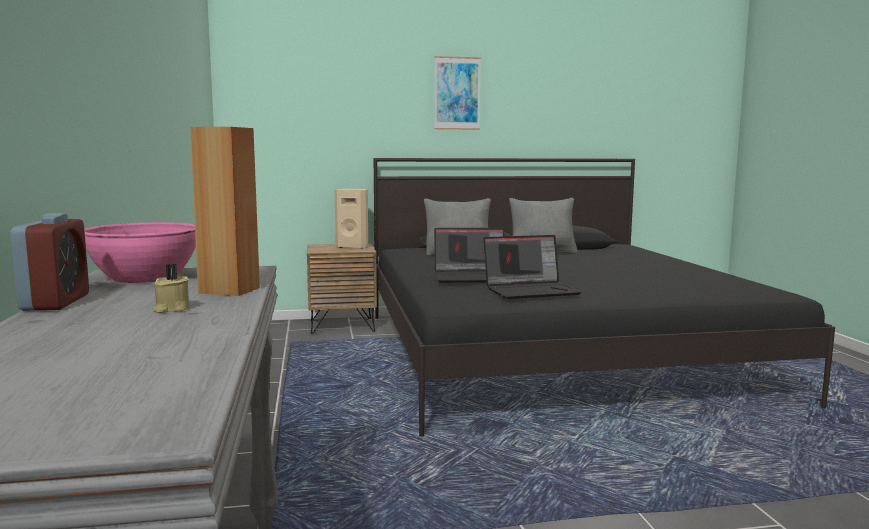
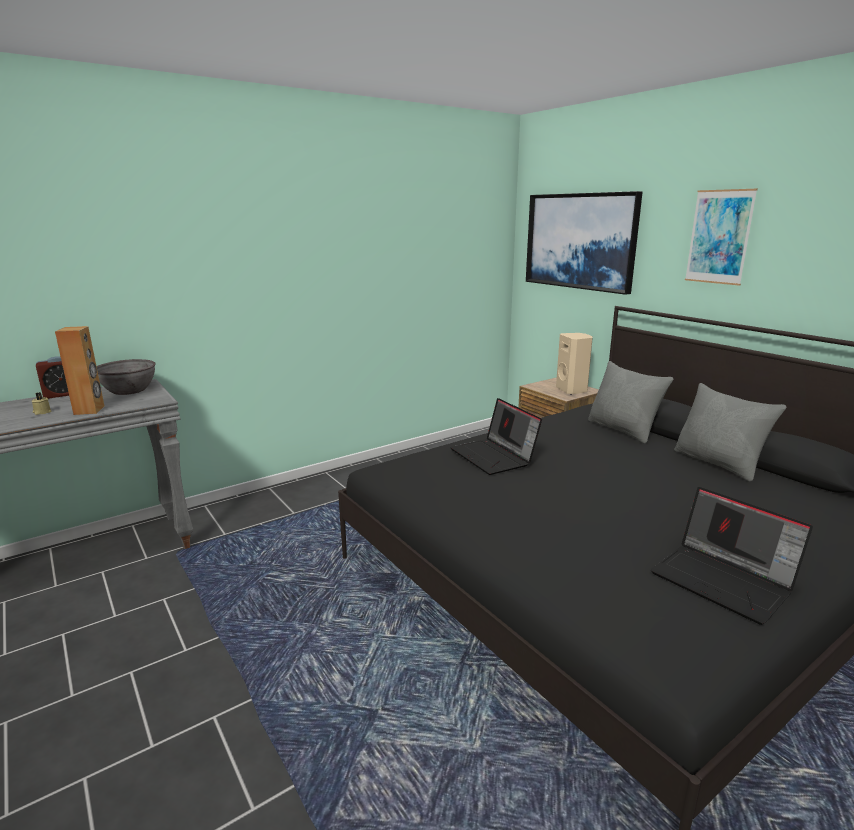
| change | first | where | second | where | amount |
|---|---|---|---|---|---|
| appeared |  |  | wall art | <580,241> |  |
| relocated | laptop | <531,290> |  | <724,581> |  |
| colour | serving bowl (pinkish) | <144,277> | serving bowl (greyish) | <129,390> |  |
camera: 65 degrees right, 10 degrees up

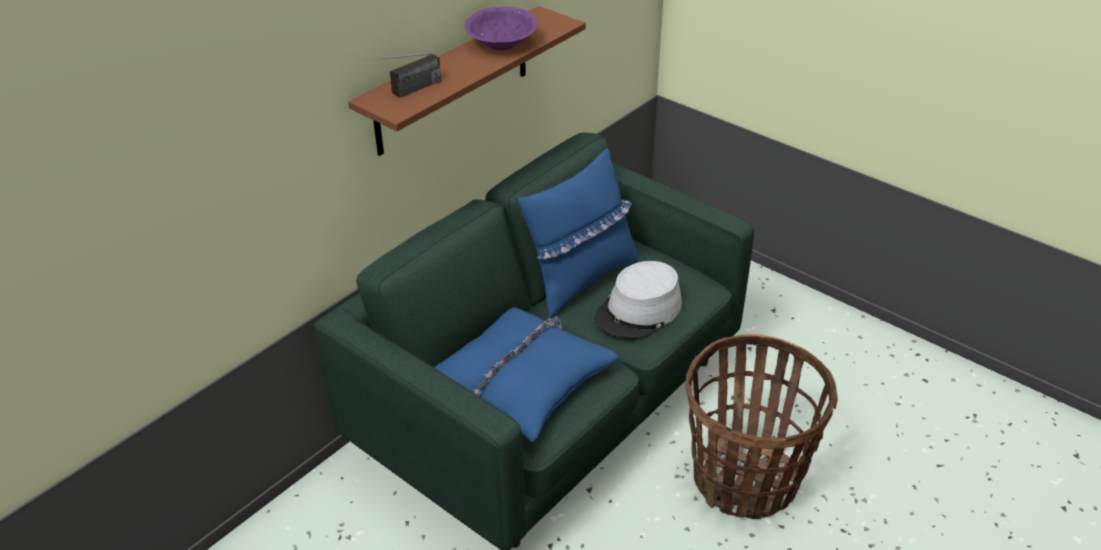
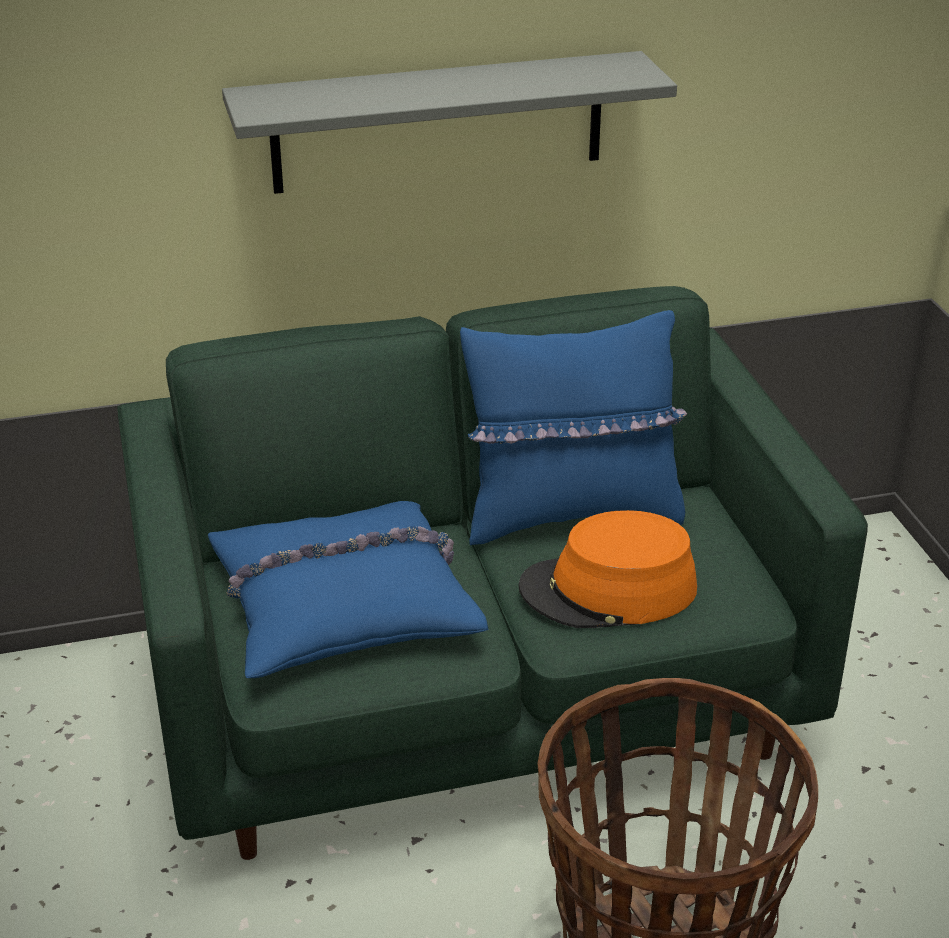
| change | first | where | second | where | amount |
|---|---|---|---|---|---|
| missing | radio receiver | <406,92> |  |  |  |
| missing | serving bowl (purple) | <502,43> |  |  |  |
| colour | wall shelf (brown-coloured) | <453,81> | wall shelf (greyish) | <438,122> |  |
| colour | clothing hat (greyish) | <638,311> | clothing hat (orange-coloured) | <608,590> |  |
camera: 35 degrees right, 5 degrees down

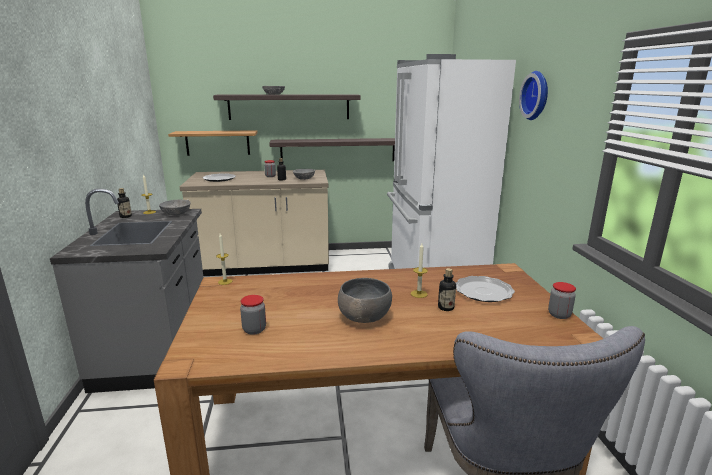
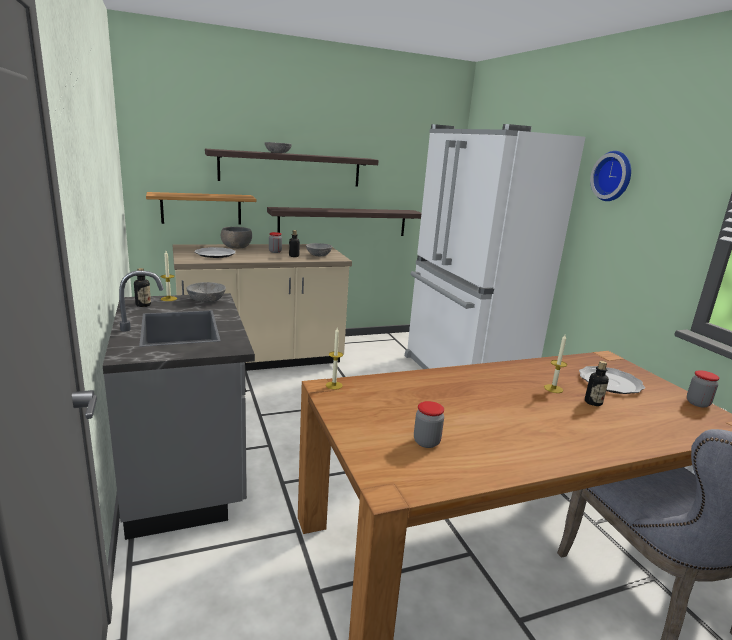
| change | first | where | second | where | amount |
|---|---|---|---|---|---|
| relocated | serving bowl (greyish) | <364,317> |  | <236,247> |  |
camera: 15 degrees left, 0 degrees up

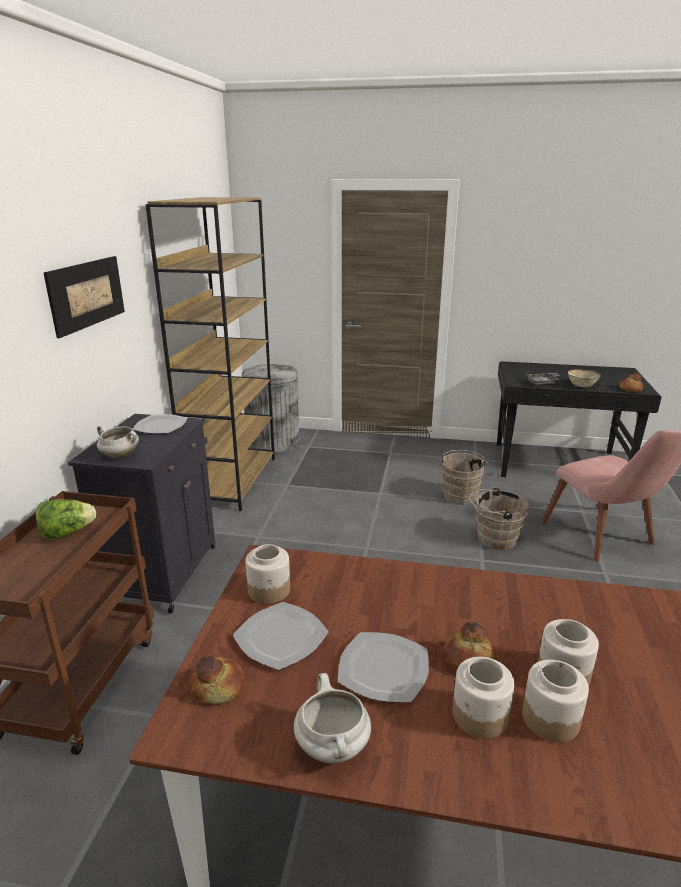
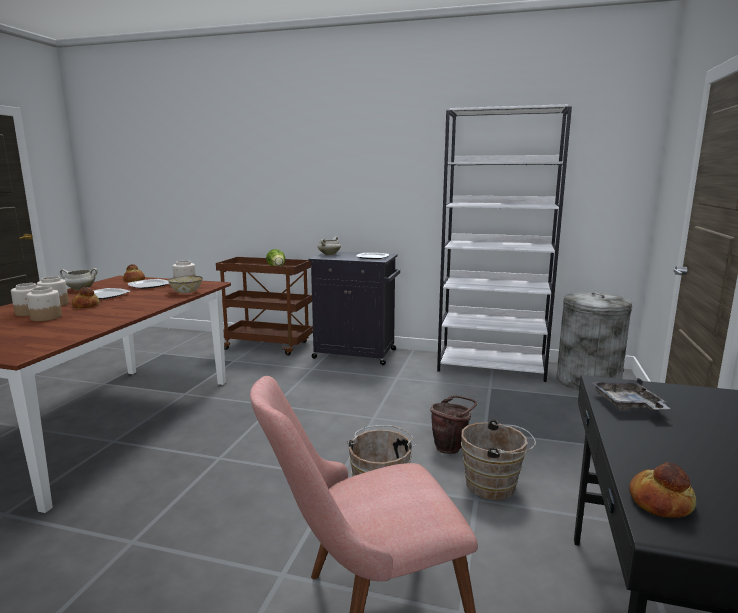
| change | first | where | second | where | amount |
|---|---|---|---|---|---|
| missing | wall art | <87,294> |  |  |  |
| appeared |  |  | water bucket (brown-coloured) | <451,448> |  |
| relocated | serving bowl | <582,385> |  | <186,292> |  |
| colour | bookshelf (brown-coloured) | <232,480> | bookshelf (white) | <492,367> |  |
camera: 95 degrees right, 10 degrees down

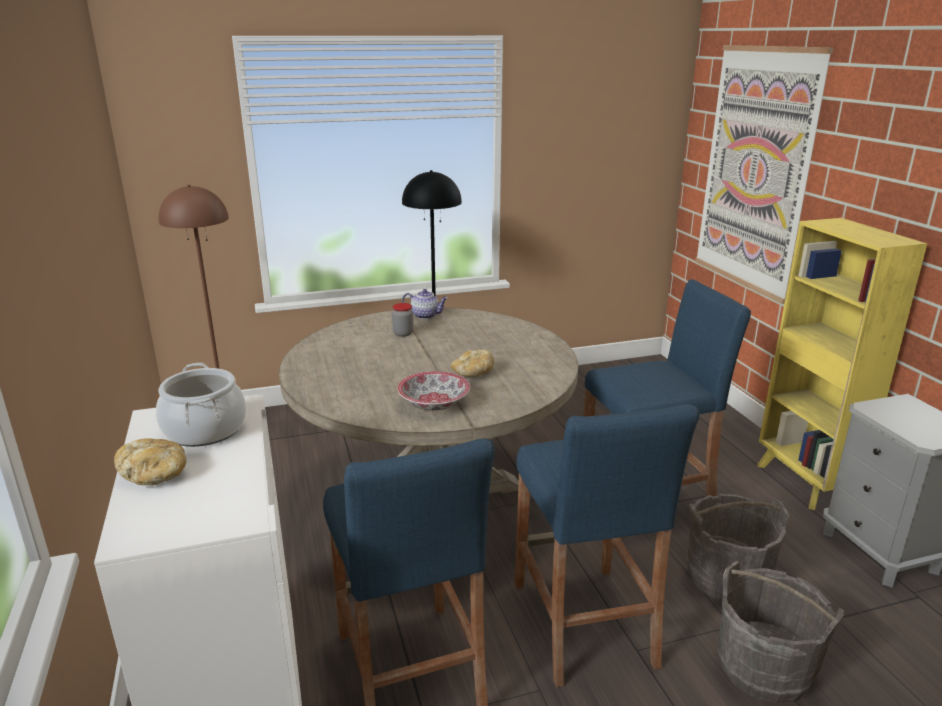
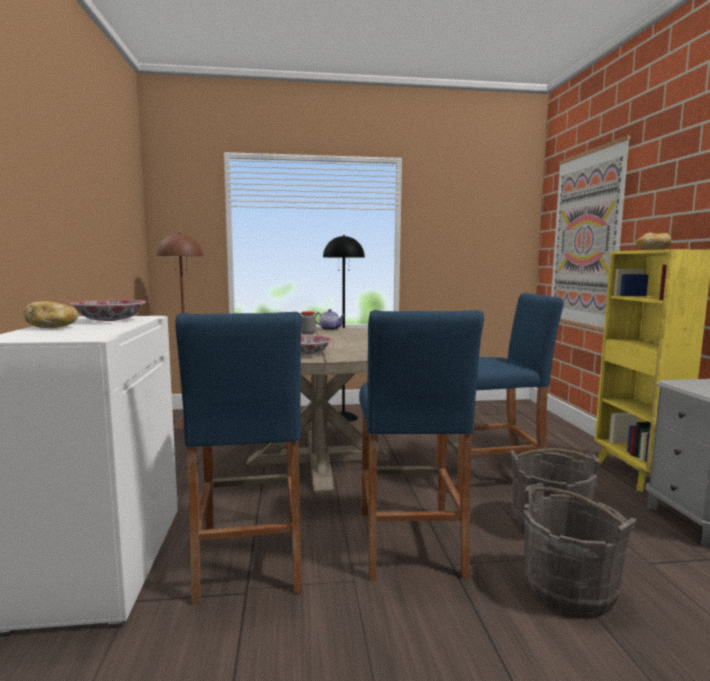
| change | first | where | second | where | amount |
|---|---|---|---|---|---|
| relocated | bakery bread | <473,374> |  | <653,250> |  |
| exchanged | stockpot | <204,430> | serving bowl | <109,320> |  |
camera: 10 degrees right, 15 degrees down

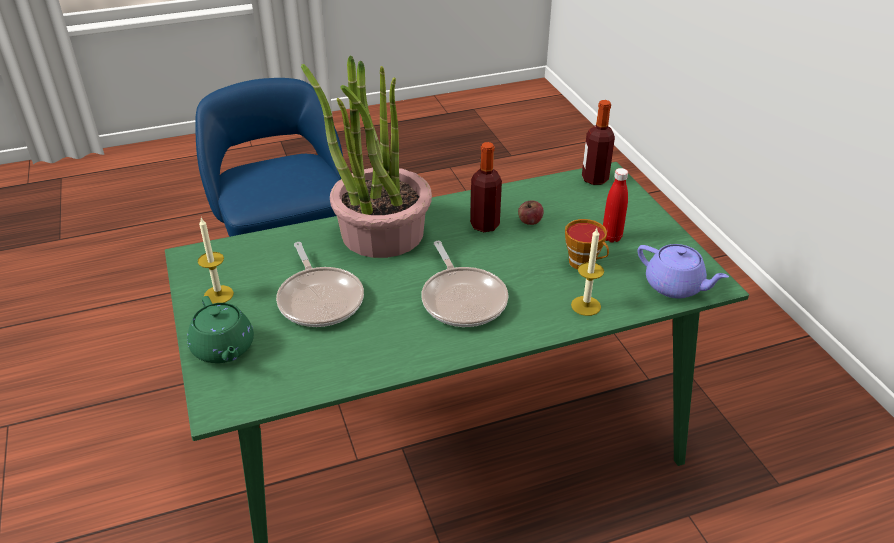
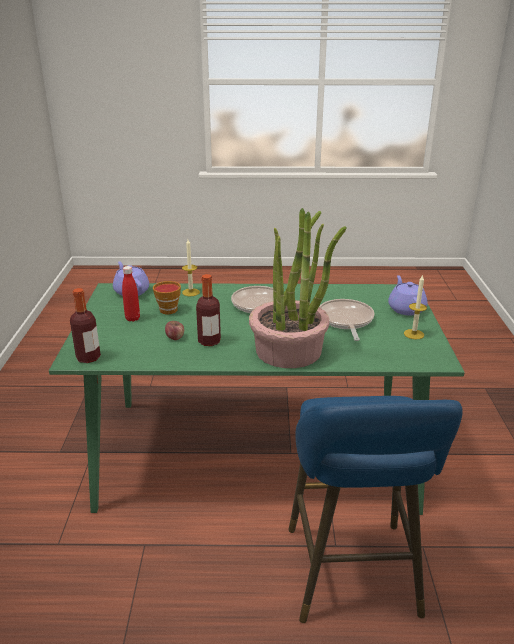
| change | first | where | second | where | amount |
|---|---|---|---|---|---|
| colour | tea pot (green) | <223,349> | tea pot (purple) | <406,309> |  |
camera: 160 degrees left, 10 degrees down

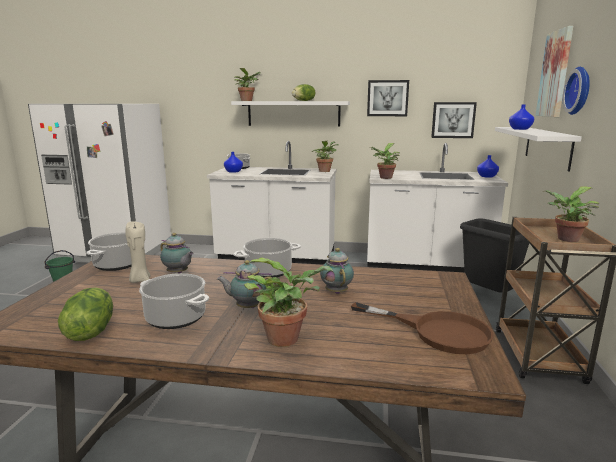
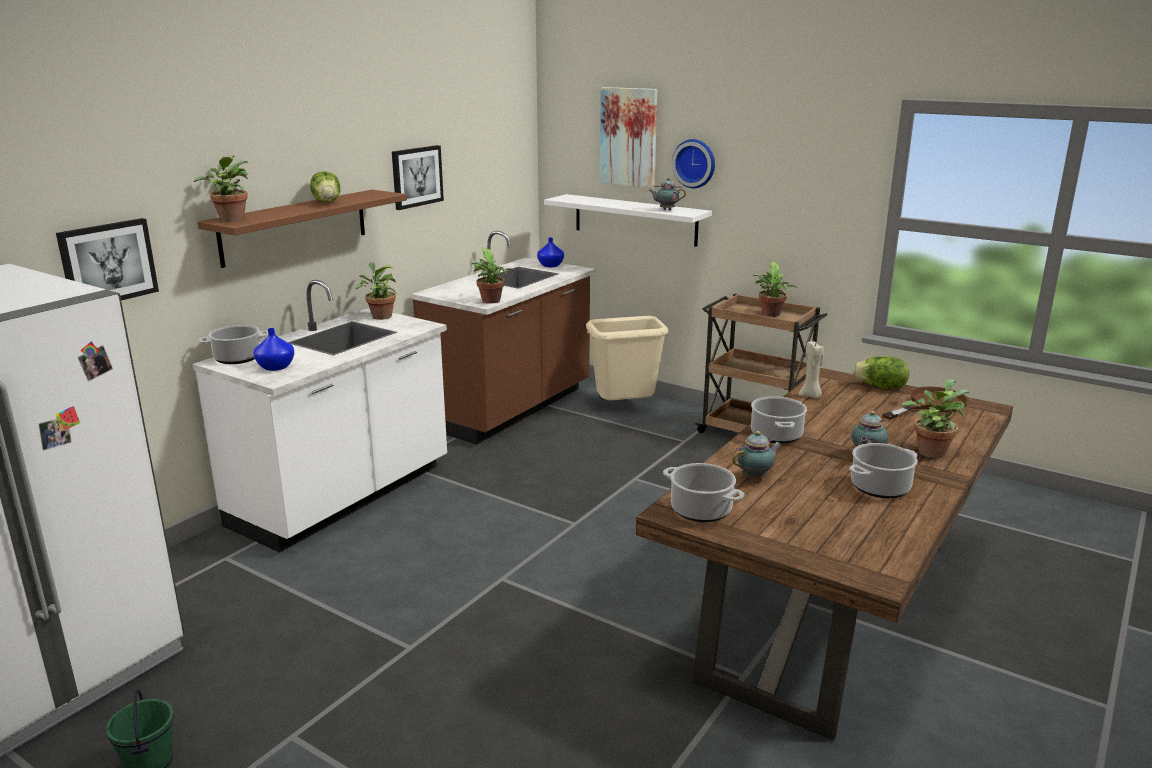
| change | first | where | second | where | amount |
|---|---|---|---|---|---|
| missing | vase (blue-coloured) | <520,129> |  |  |  |
| relocated | lettuce head | <90,331> |  | <880,387> |  |
| relocated | wax candle (beige-coloured) | <140,280> |  | <810,396> |  |
| relocated | tea pot | <336,291> |  | <666,210> |  |
| relocated | wall art | <453,120> |  | <108,263> |  |
| colour | wall shelf (white) | <293,113> | wall shelf (brown-coloured) | <295,227> |  |
| colour | kitchen base unit (white) | <426,266> | kitchen base unit (brown-coloured) | <511,409> |  |
| colour | waste bin (black) | <488,296> | waste bin (beige-coloured) | <625,408> |  |
camera: 65 degrees left, 5 degrees up

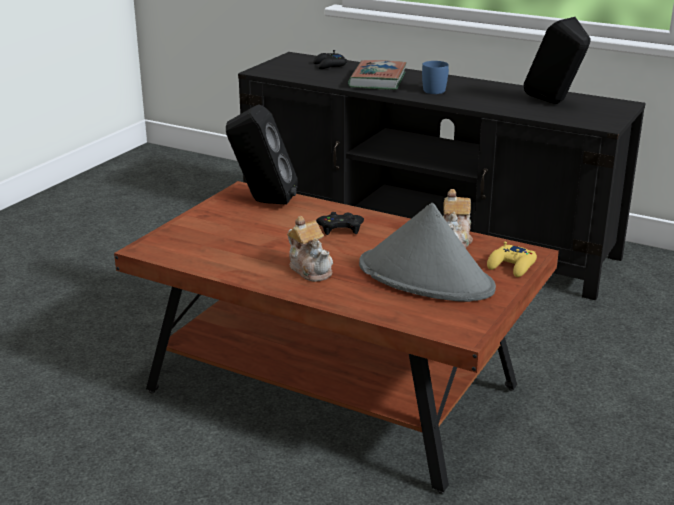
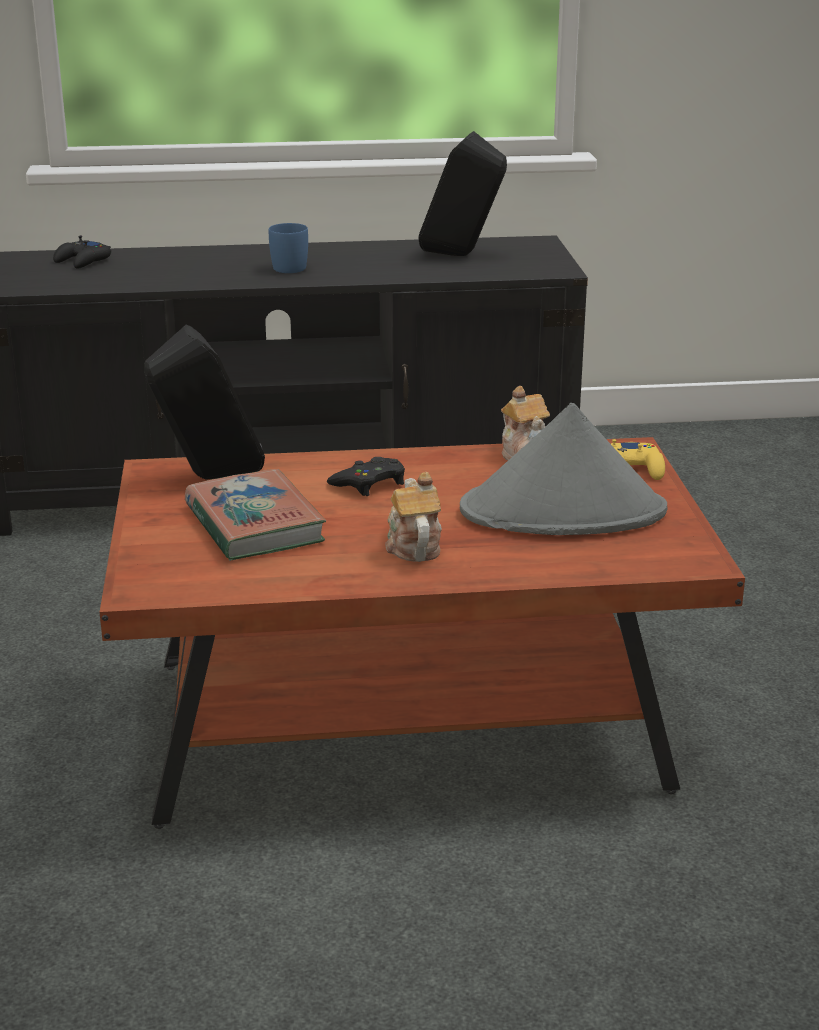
| change | first | where | second | where | amount |
|---|---|---|---|---|---|
| relocated | volume | <378,80> |  | <254,524> |  |
| spun | tea pot | <310,269> |  | <413,545> | 120 degrees counterclockwise |
camera: 35 degrees left, 0 degrees up

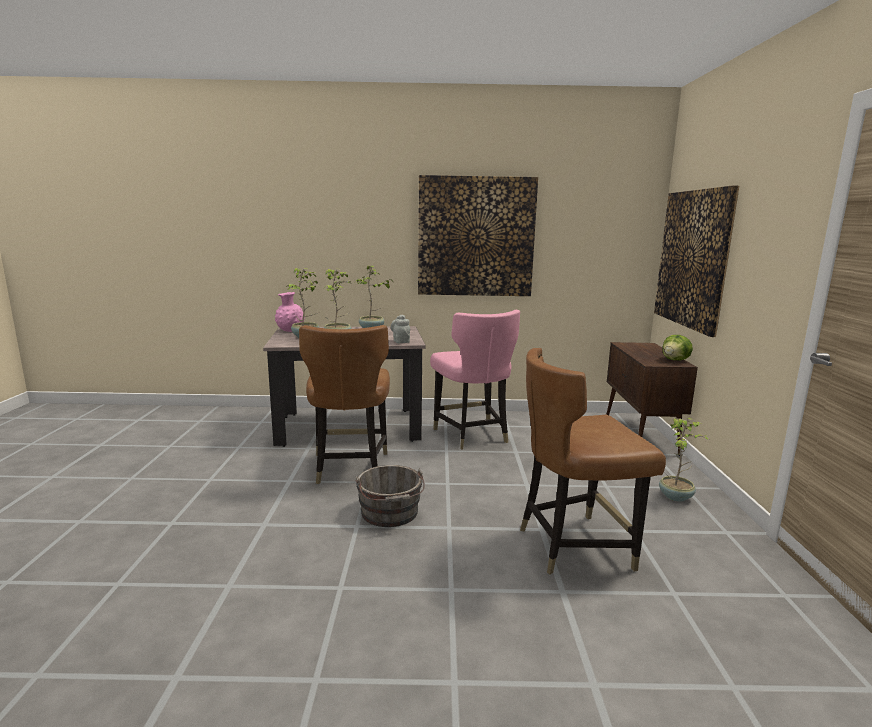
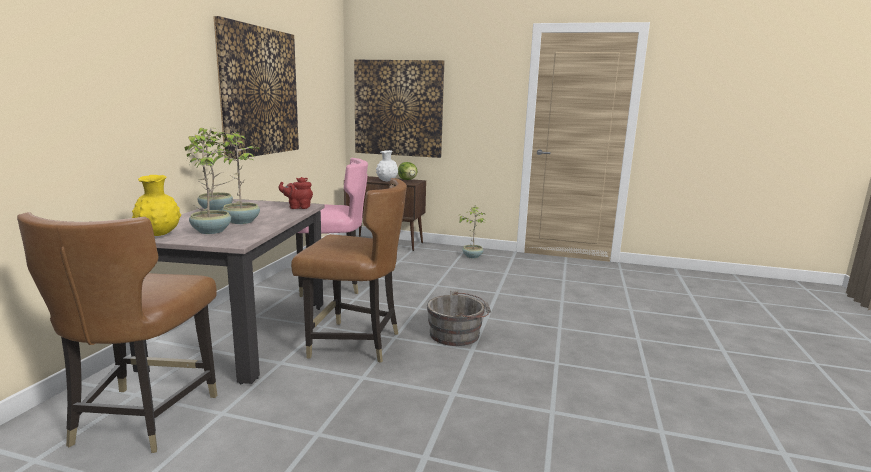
| change | first | where | second | where | amount |
|---|---|---|---|---|---|
| appeared |  |  | vase (white) | <387,181> |  |
| relocated | chair (brown-coloured) | <574,545> |  | <143,418> |  |
| colour | vase (pinkish) | <290,331> | vase (yellowish) | <158,235> |  |
| colour | tea pot (greyish) | <401,341> | tea pot (reddish) | <298,207> |  |
camera: 75 degrees left, 0 degrees up

